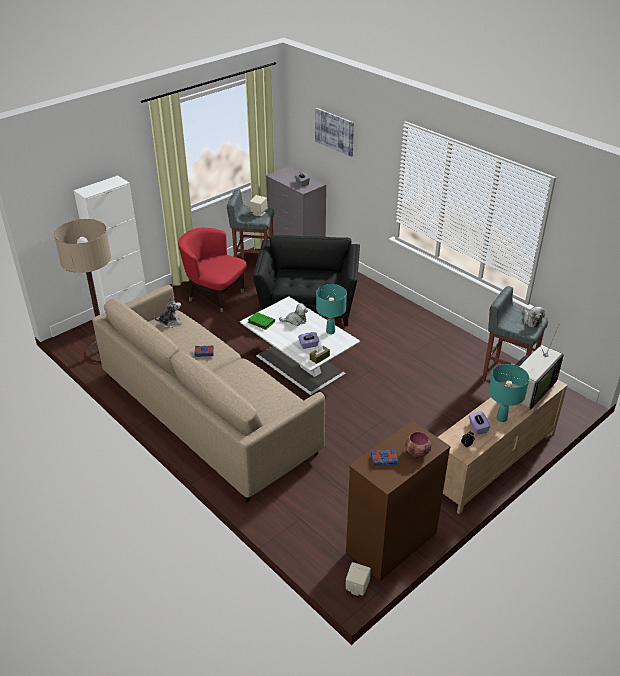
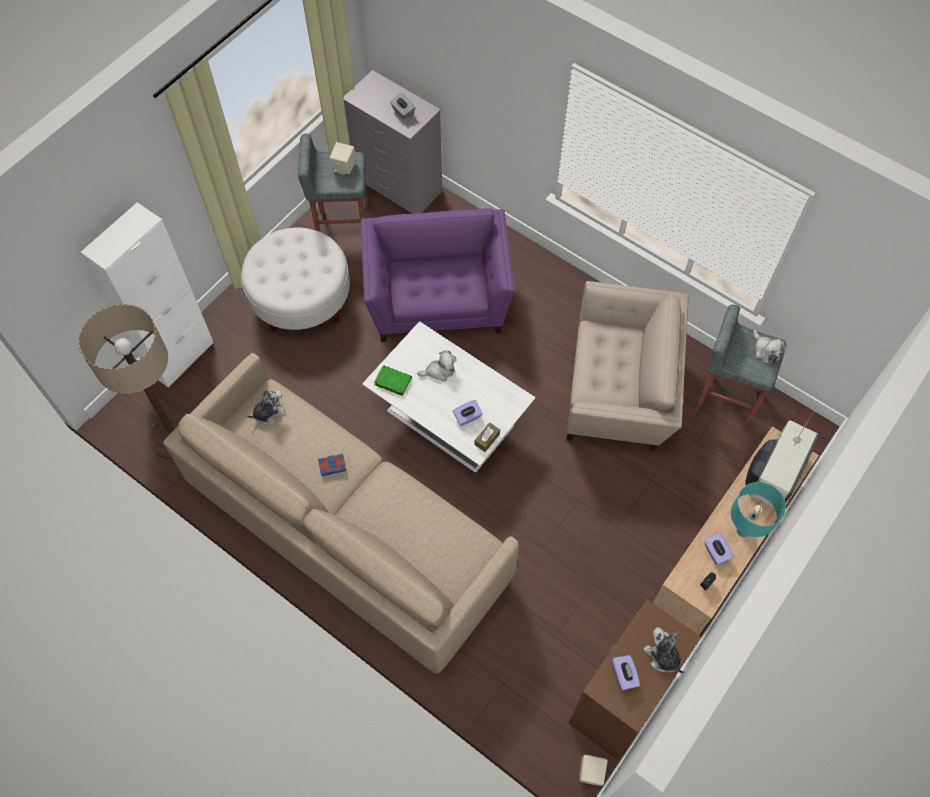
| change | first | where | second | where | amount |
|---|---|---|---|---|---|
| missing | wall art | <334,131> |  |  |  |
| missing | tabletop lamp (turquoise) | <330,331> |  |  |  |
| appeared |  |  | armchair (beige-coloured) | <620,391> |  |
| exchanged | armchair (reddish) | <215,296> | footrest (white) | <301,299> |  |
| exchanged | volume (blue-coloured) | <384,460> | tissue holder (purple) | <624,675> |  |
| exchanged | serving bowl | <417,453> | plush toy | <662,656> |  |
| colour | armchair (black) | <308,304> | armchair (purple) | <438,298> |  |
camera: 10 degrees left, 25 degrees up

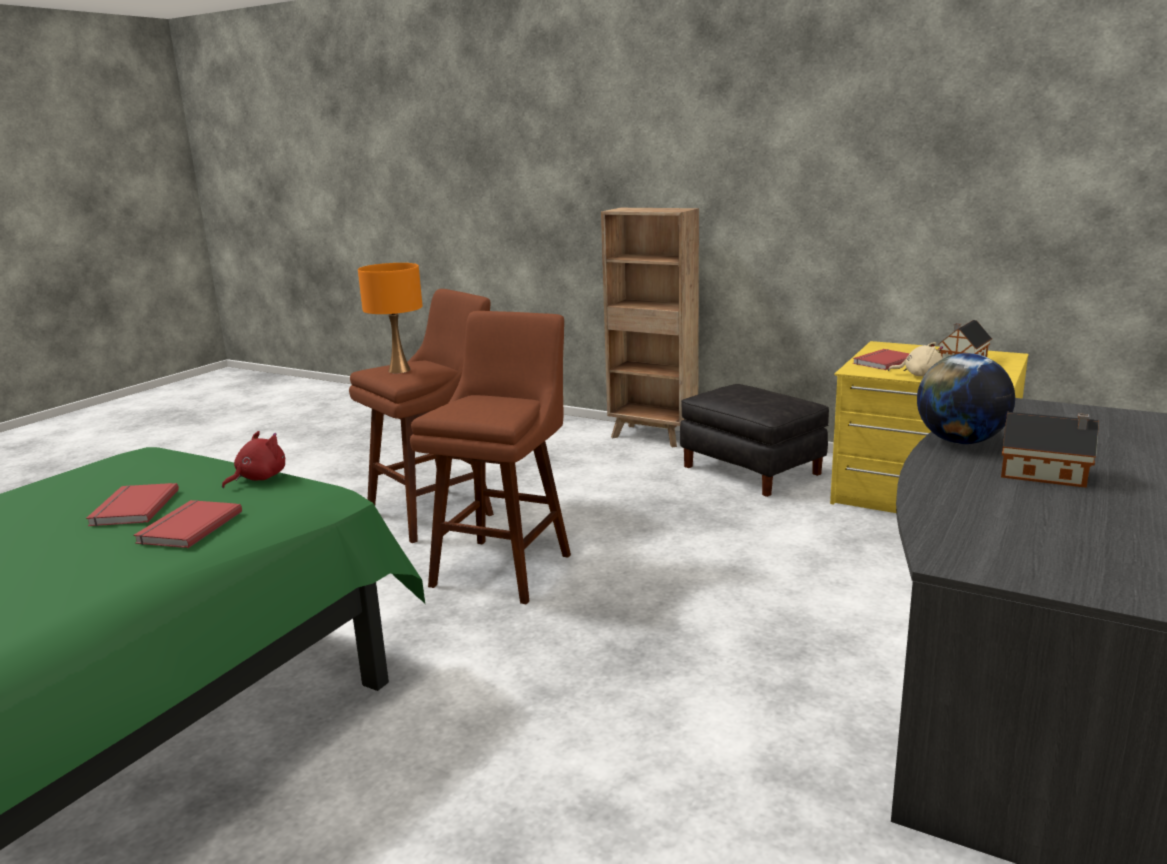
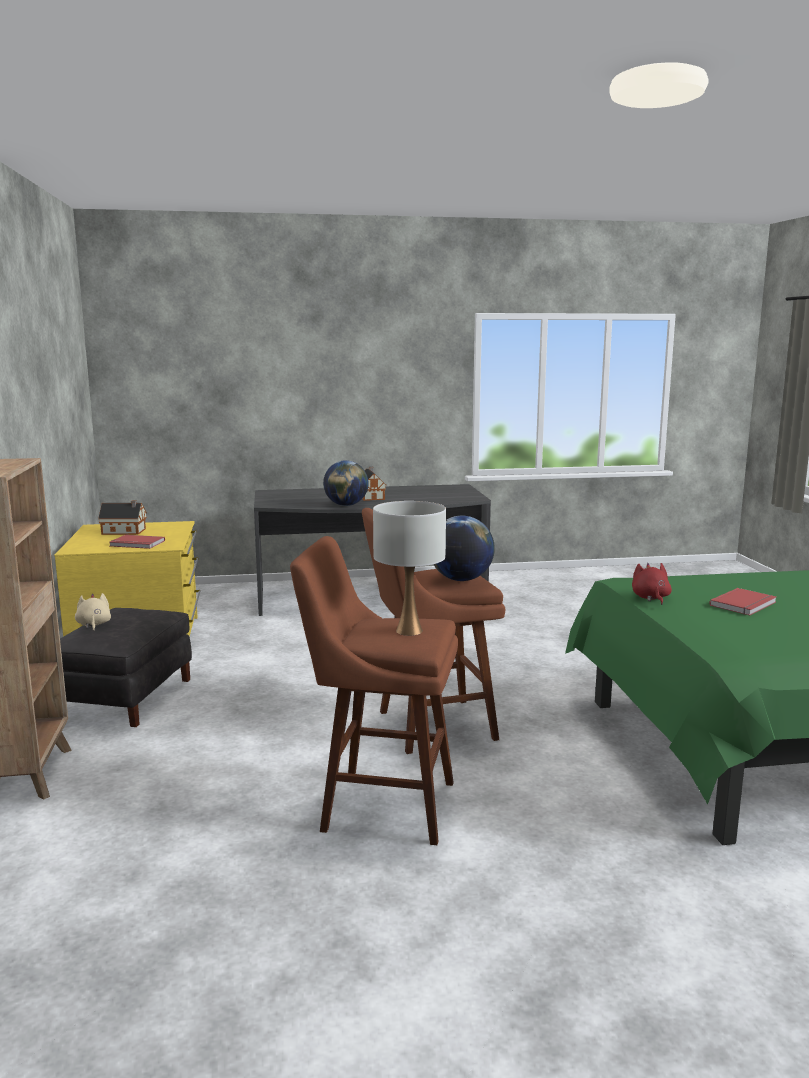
| change | first | where | second | where | amount |
|---|---|---|---|---|---|
| missing | volume (reddish) | <187,527> |  |  |  |
| appeared |  |  | world globe | <461,579> |  |
| relocated | plush toy (beige-coloured) | <919,375> |  | <93,625> |  |
| colour | tabletop lamp (orange-coloured) | <399,370> | tabletop lamp (white) | <409,630> |  |
| spun | plush toy (reddish) | <258,478> |  | <650,598> | 90 degrees clockwise |
camera: 130 degrees left, 5 degrees down

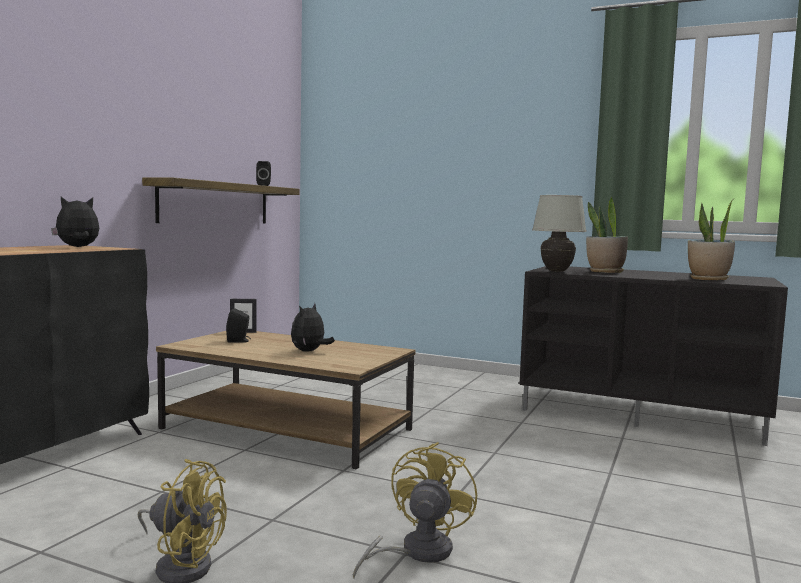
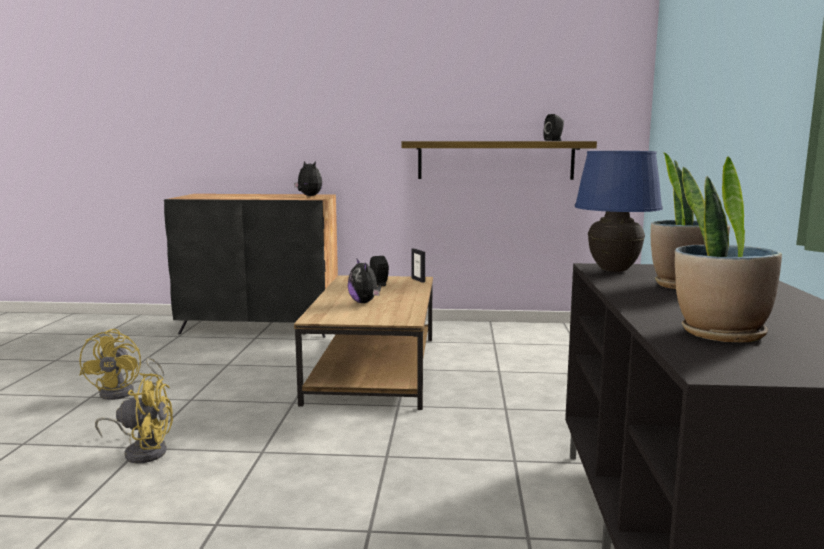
| change | first | where | second | where | amount |
|---|---|---|---|---|---|
| colour | tabletop lamp (white) | <556,271> | tabletop lamp (blue-coloured) | <613,270> |  |
| spun | plush toy | <309,351> |  | <364,302> | 120 degrees counterclockwise |
camera: 70 degrees right, 5 degrees up

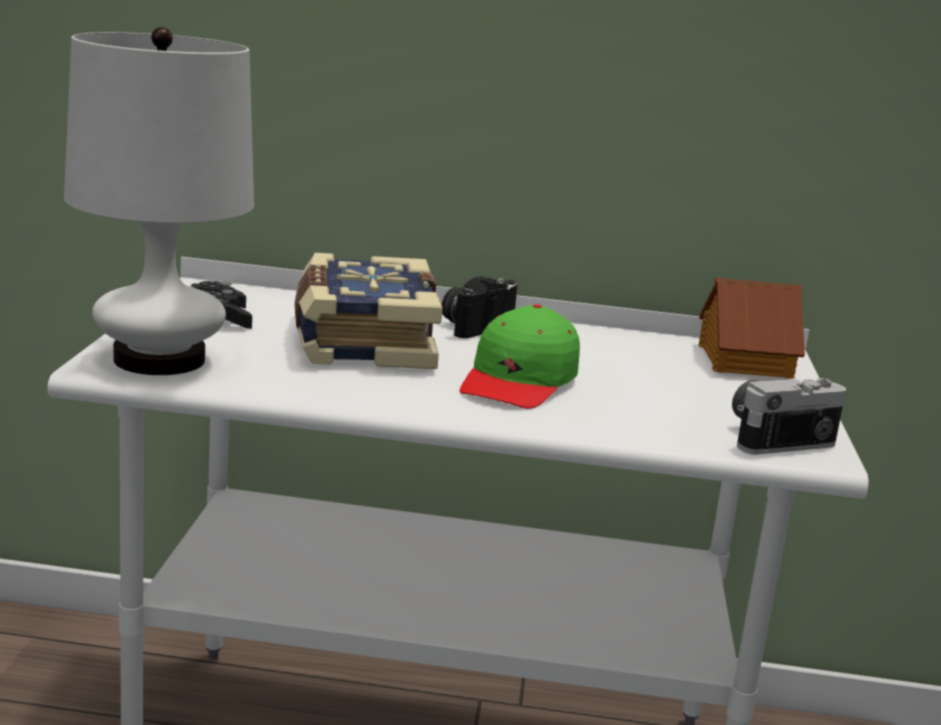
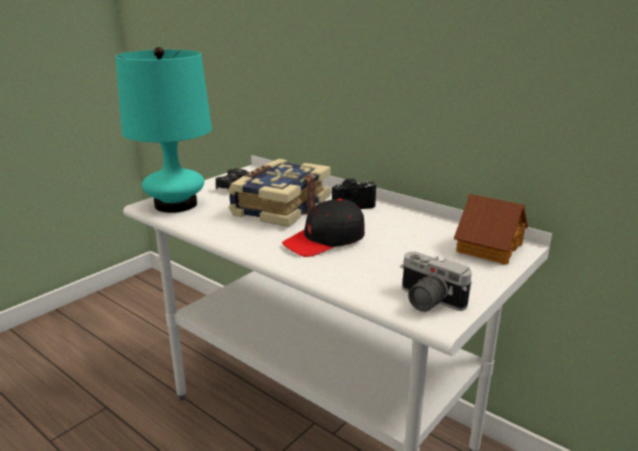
| change | first | where | second | where | amount |
|---|---|---|---|---|---|
| colour | tabletop lamp (white) | <159,360> | tabletop lamp (turquoise) | <175,204> |  |
| colour | peaked cap (green) | <519,381> | peaked cap (black) | <325,240> |  |
| spun | still camera | <774,437> |  | <426,302> | 150 degrees counterclockwise |
camera: 35 degrees right, 5 degrees up

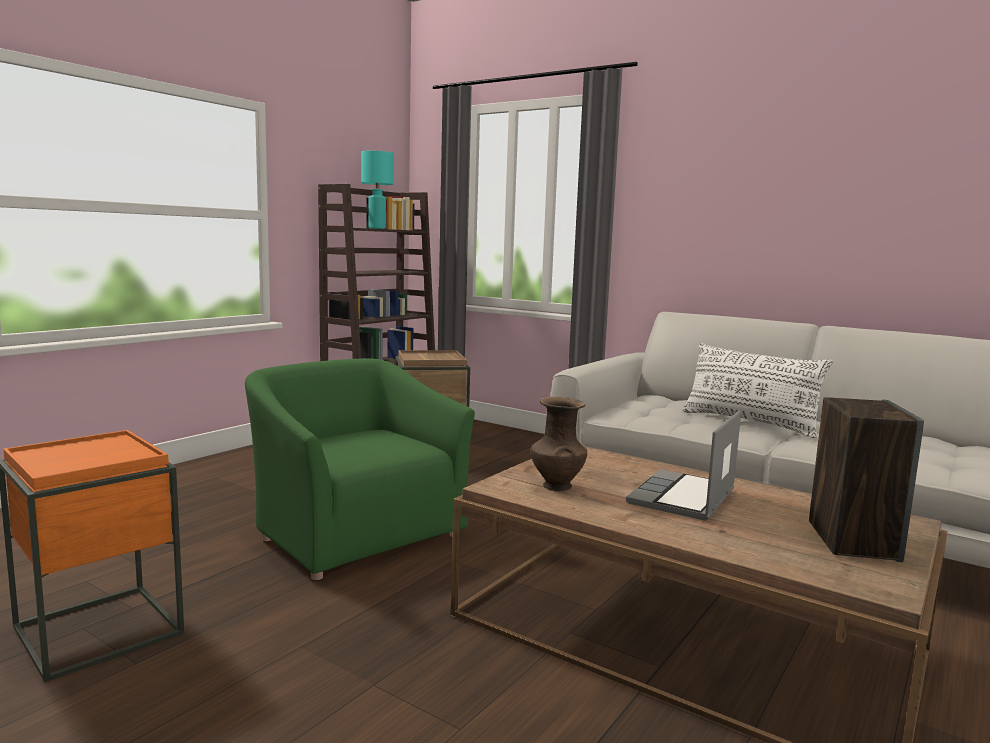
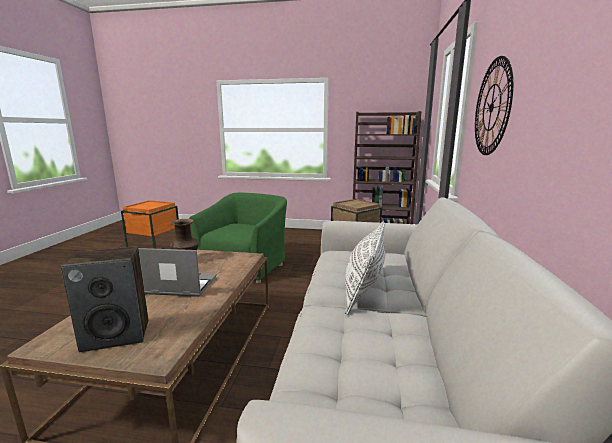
| change | first | where | second | where | amount |
|---|---|---|---|---|---|
| missing | tabletop lamp (turquoise) | <377,228> |  |  |  |
| appeared |  |  | hanging clock | <492,107> |  |
camera: 65 degrees right, 5 degrees up

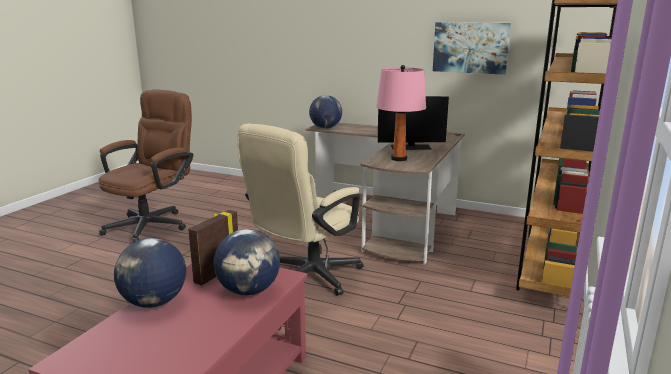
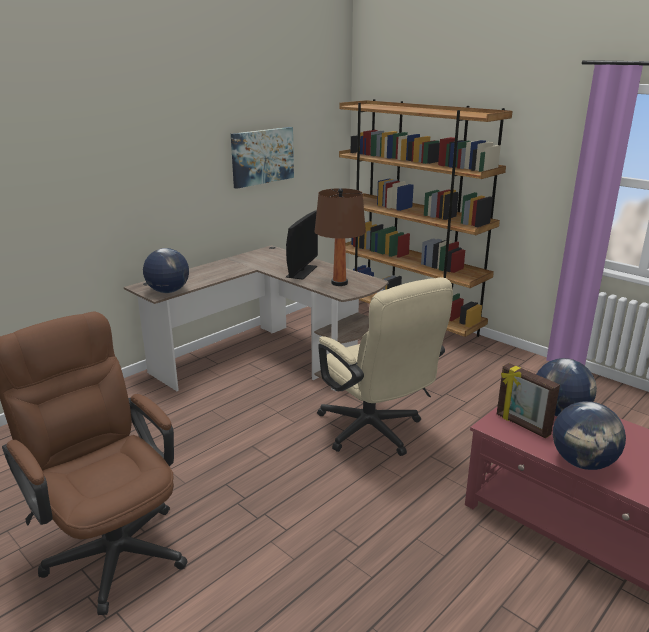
| change | first | where | second | where | amount |
|---|---|---|---|---|---|
| colour | tabletop lamp (pinkish) | <399,159> | tabletop lamp (brown-coloured) | <339,283> |  |
camera: 70 degrees left, 5 degrees up

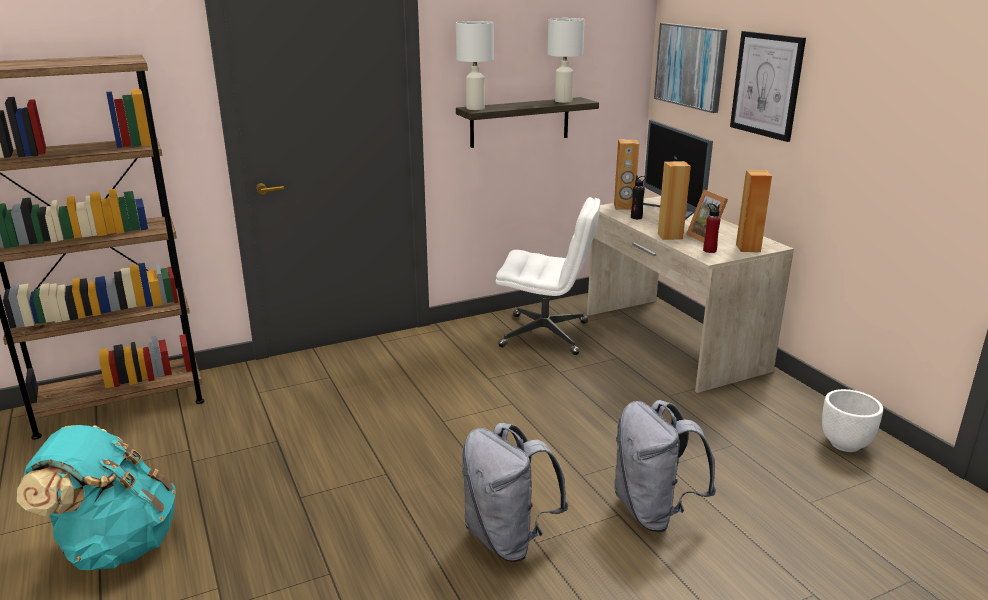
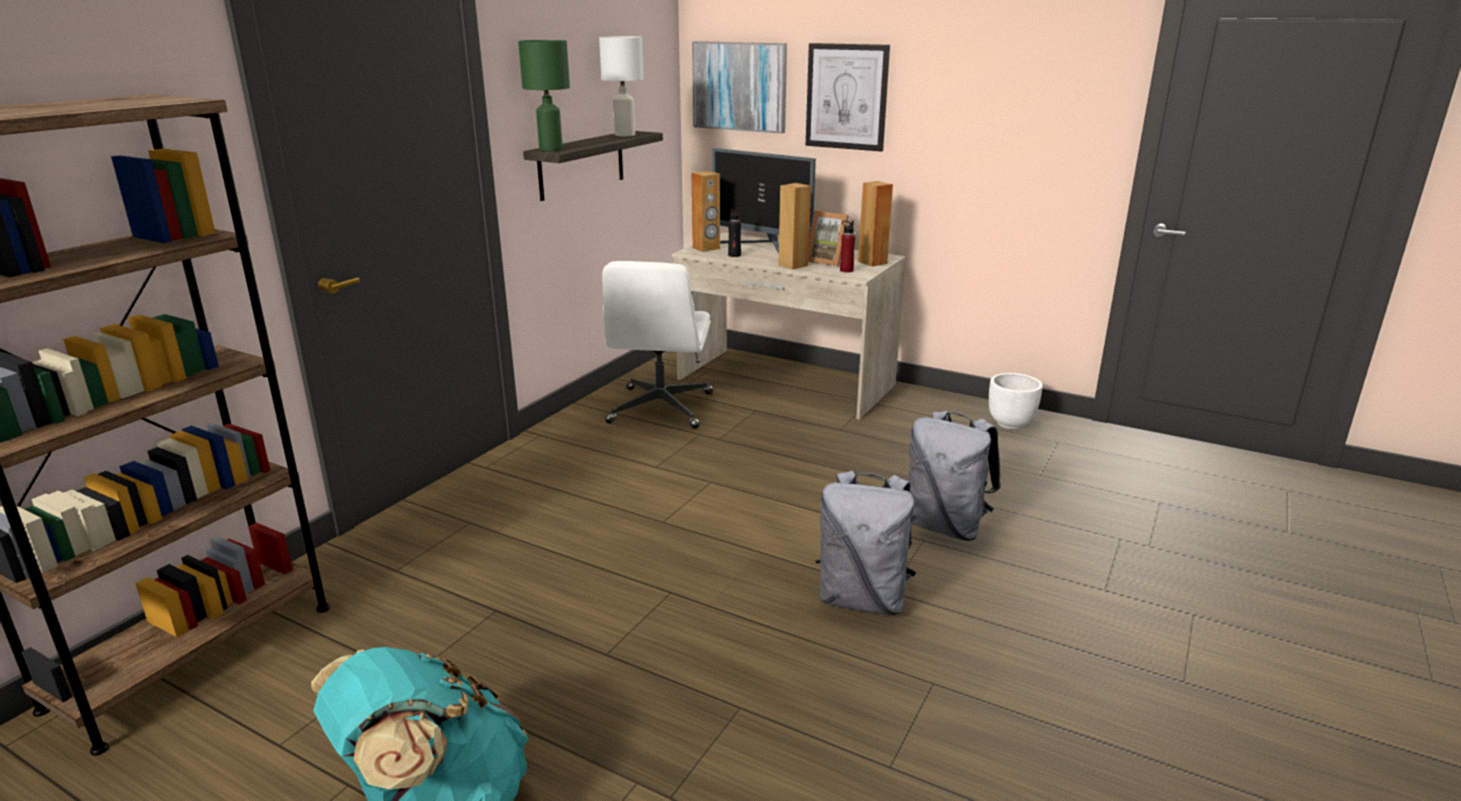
| change | first | where | second | where | amount |
|---|---|---|---|---|---|
| colour | tabletop lamp (white) | <474,108> | tabletop lamp (green) | <550,149> |  |
| spun | office chair (white) | <546,334> |  | <661,408> | 120 degrees clockwise |
camera: 35 degrees left, 0 degrees up

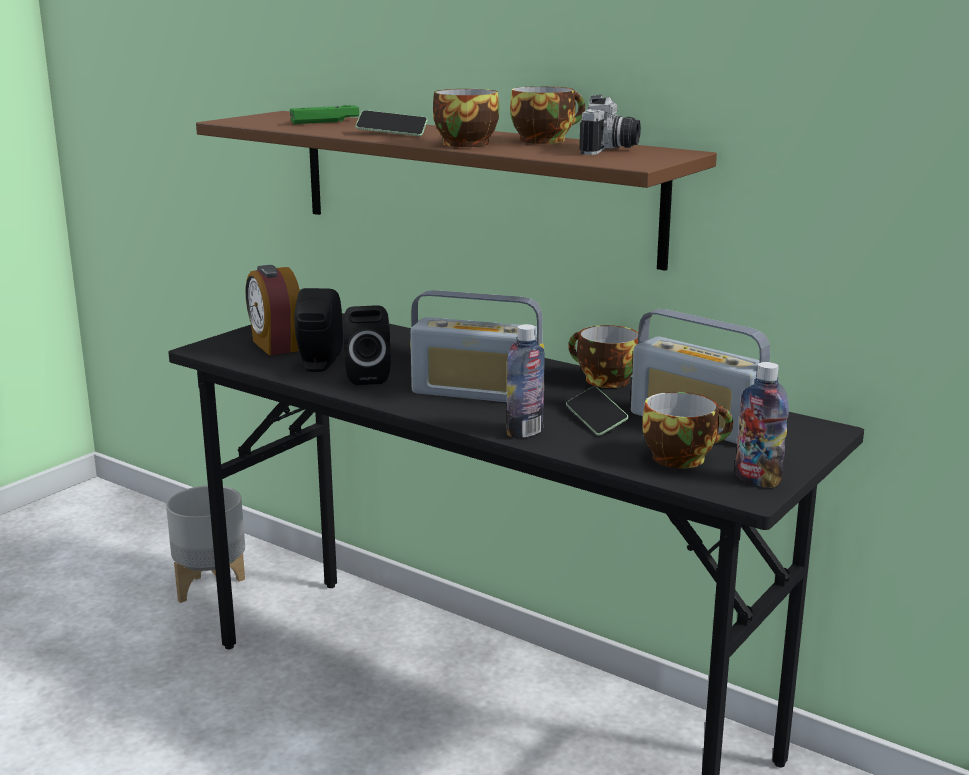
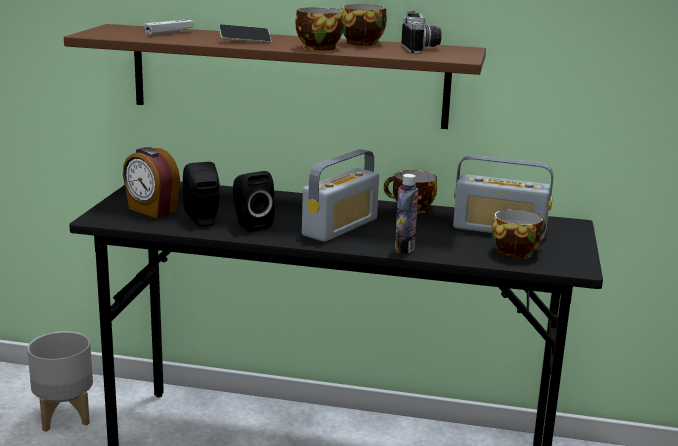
| change | first | where | second | where | amount |
|---|---|---|---|---|---|
| missing | handset | <596,421> |  |  |  |
| missing | bottle | <757,480> |  |  |  |
| colour | joypad (green) | <325,122> | joypad (white) | <169,33> |  |
| spun | radio receiver | <476,393> |  | <340,227> | 45 degrees counterclockwise |
camera: 25 degrees left, 0 degrees up

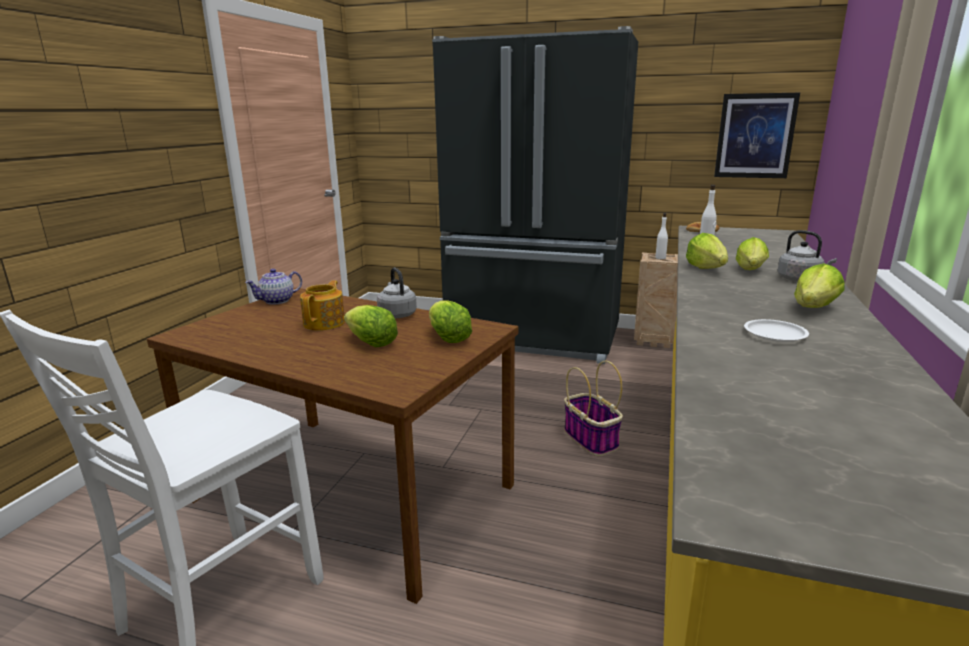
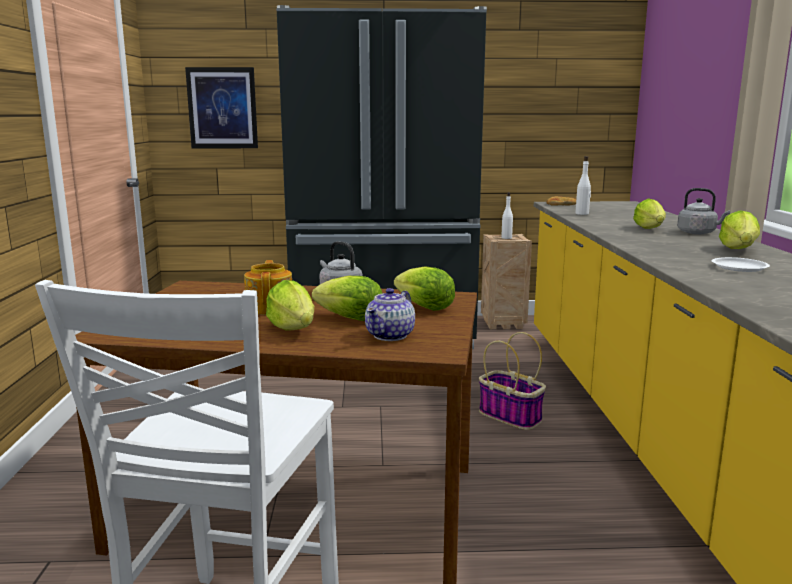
| change | first | where | second | where | amount |
|---|---|---|---|---|---|
| relocated | tea pot | <277,301> |  | <391,335> |  |
| relocated | lettuce head | <706,268> |  | <293,329> |  |
| relocated | wall art | <755,136> |  | <222,108> |  |
camera: 20 degrees left, 5 degrees down

